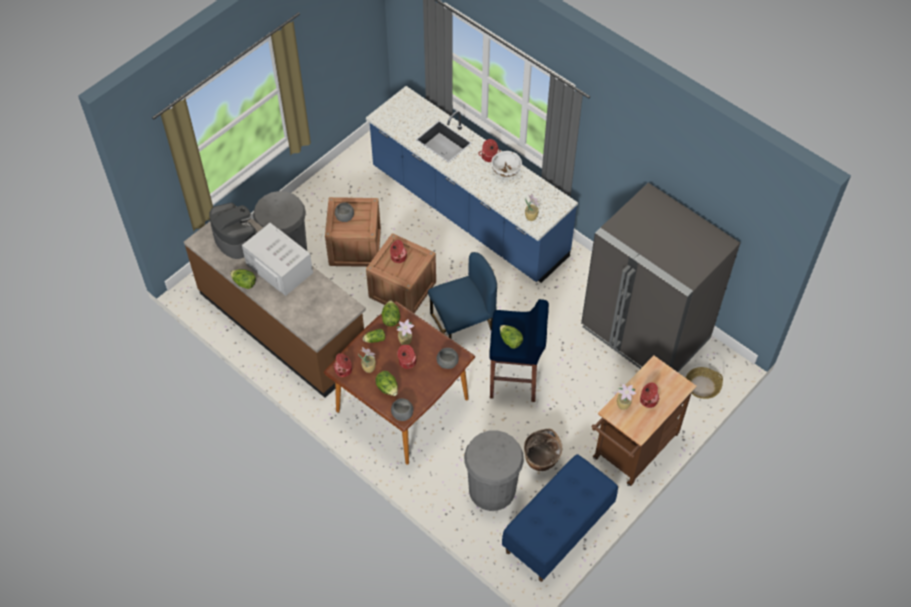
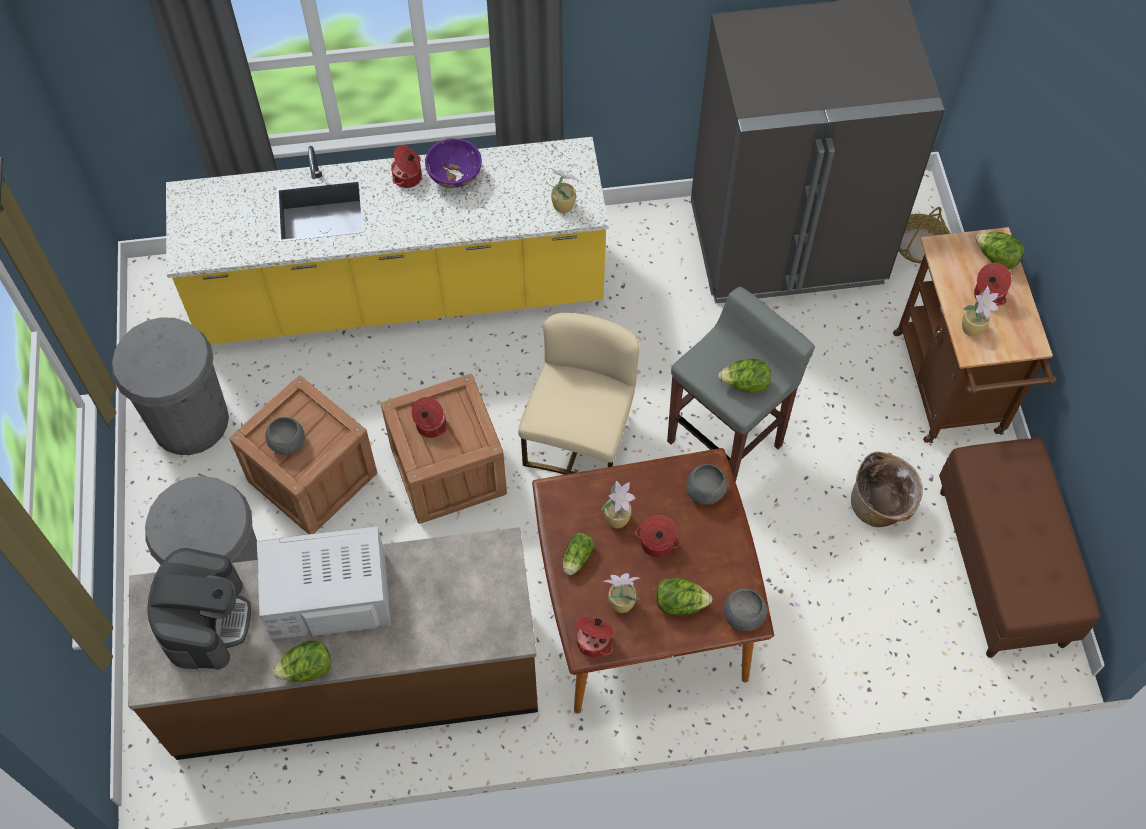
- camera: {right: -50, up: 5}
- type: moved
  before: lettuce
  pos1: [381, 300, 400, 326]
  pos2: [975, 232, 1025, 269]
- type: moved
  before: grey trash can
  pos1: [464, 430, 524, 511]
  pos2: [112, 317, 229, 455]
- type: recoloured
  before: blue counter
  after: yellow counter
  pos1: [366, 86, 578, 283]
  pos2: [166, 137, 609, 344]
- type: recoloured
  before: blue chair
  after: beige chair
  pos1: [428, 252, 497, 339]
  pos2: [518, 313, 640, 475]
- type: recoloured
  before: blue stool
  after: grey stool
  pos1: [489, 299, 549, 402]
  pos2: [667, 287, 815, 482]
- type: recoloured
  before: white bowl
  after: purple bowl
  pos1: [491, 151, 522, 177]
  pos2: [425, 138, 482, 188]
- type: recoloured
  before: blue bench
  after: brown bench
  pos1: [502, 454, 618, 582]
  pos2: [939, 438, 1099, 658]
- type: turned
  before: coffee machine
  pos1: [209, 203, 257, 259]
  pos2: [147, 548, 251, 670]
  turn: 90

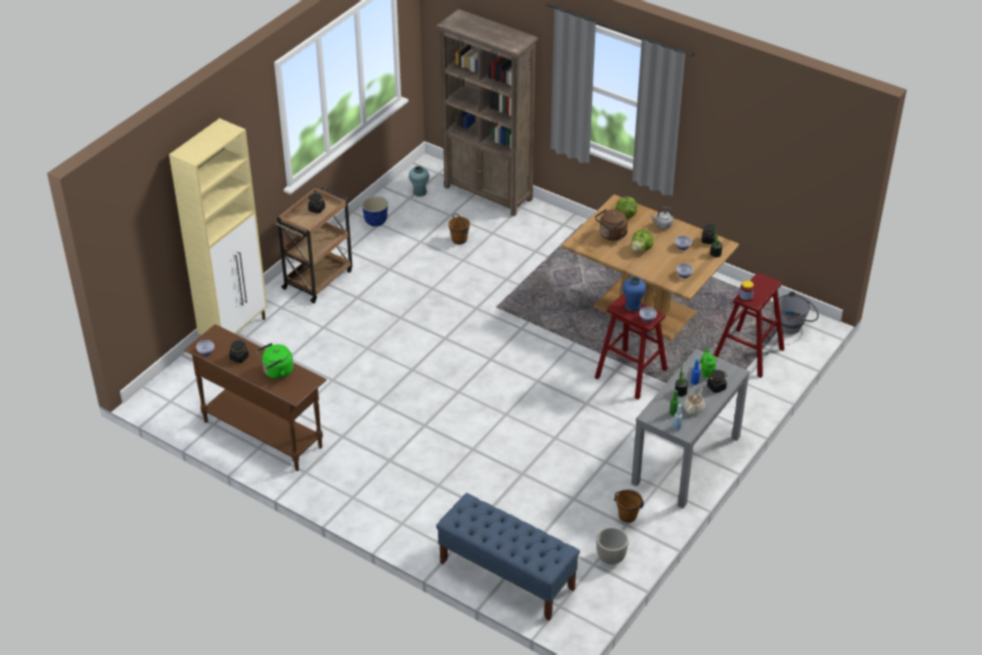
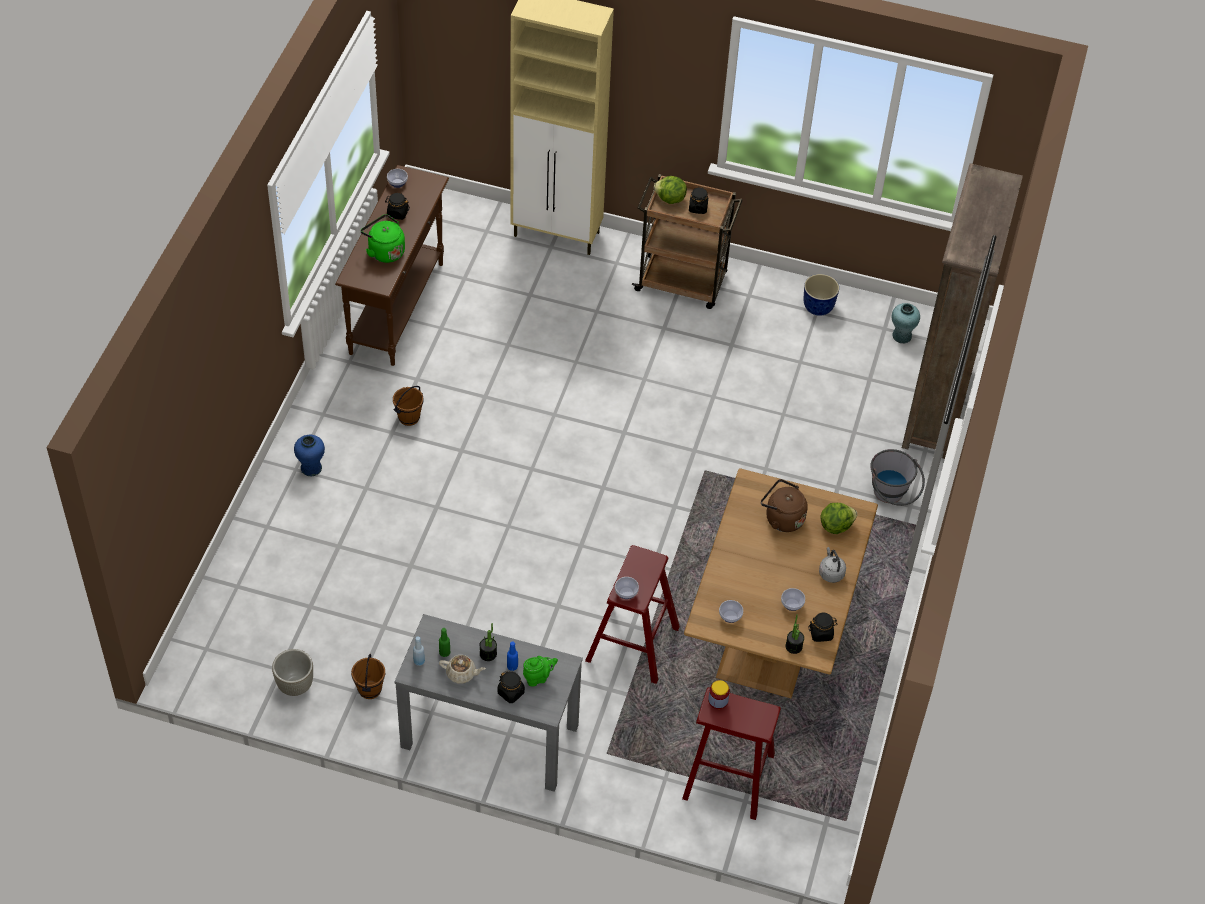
- camera: {right: 70, up: 10}
- type: removed
  before: blue bench
  pos1: [436, 493, 580, 621]
- type: moved
  before: brown bucket
  pos1: [448, 214, 470, 245]
  pos2: [393, 386, 424, 426]
- type: moved
  before: blue vase
  pos1: [622, 276, 646, 312]
  pos2: [294, 435, 325, 476]
- type: moved
  before: lettuce
  pos1: [631, 230, 654, 252]
  pos2: [654, 176, 687, 204]
- type: moved
  before: grey bucket
  pos1: [779, 291, 819, 334]
  pos2: [870, 449, 925, 506]

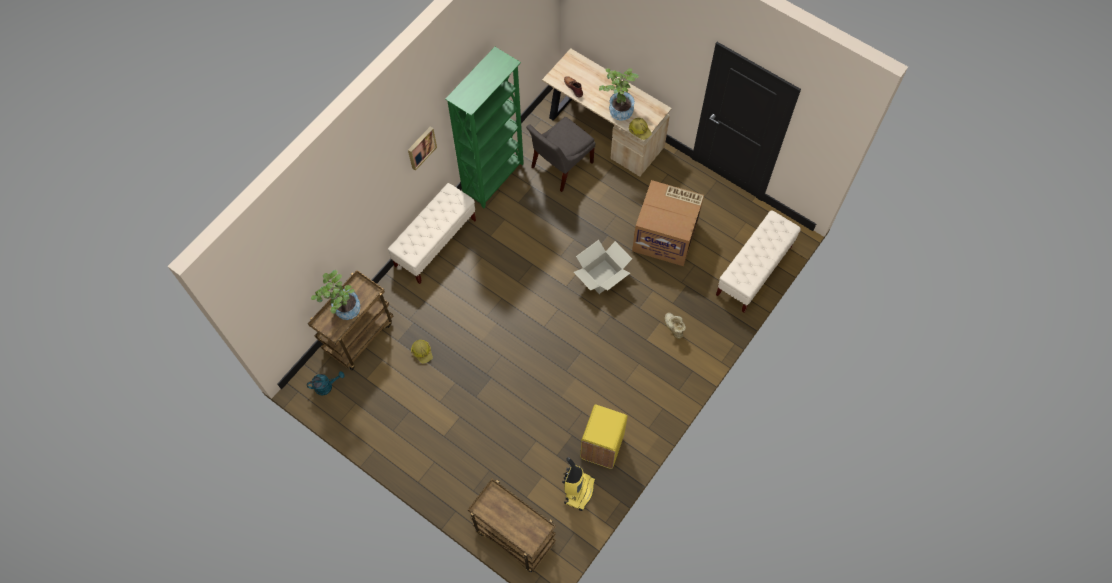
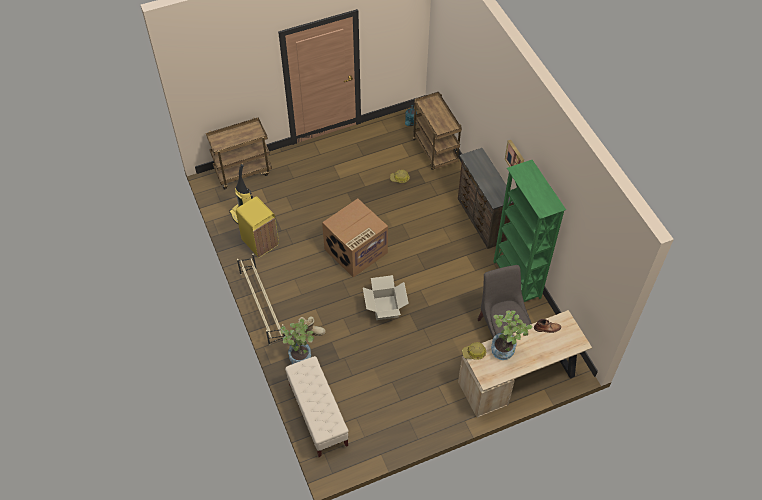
- camera: {right: 120, up: -10}
- type: added
  after: beige shoe rack
  pos2: [237, 254, 285, 345]
- type: moved
  before: potted plant
  pos1: [311, 270, 360, 320]
  pos2: [280, 319, 314, 364]
- type: moved
  before: cardboard box
  pos1: [632, 180, 704, 266]
  pos2: [322, 199, 388, 277]
- type: replaced
  before: beige bench
  after: brown dresser
  pos1: [388, 183, 476, 284]
  pos2: [458, 148, 514, 249]

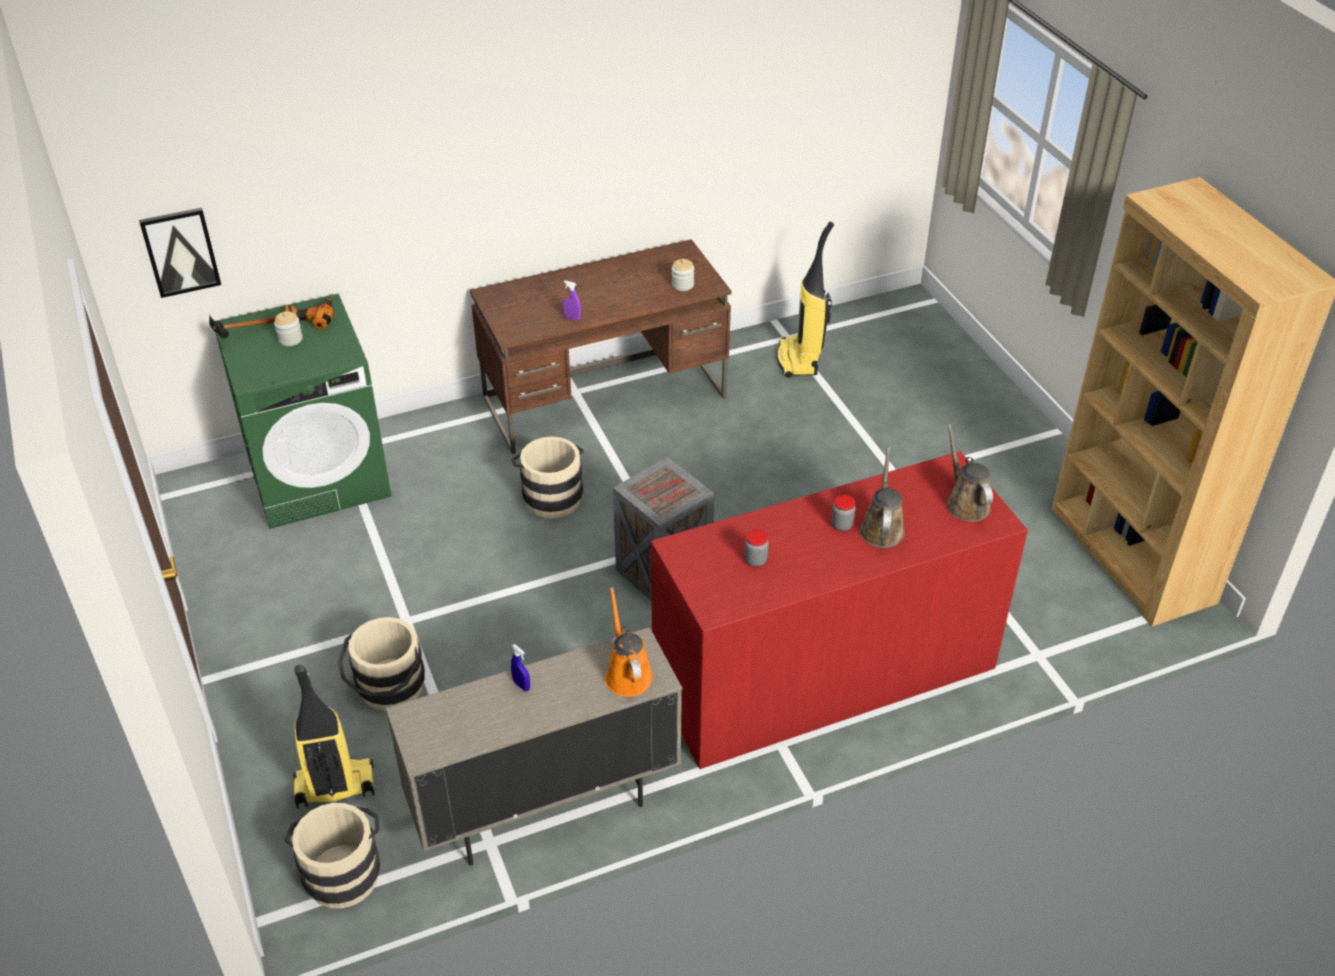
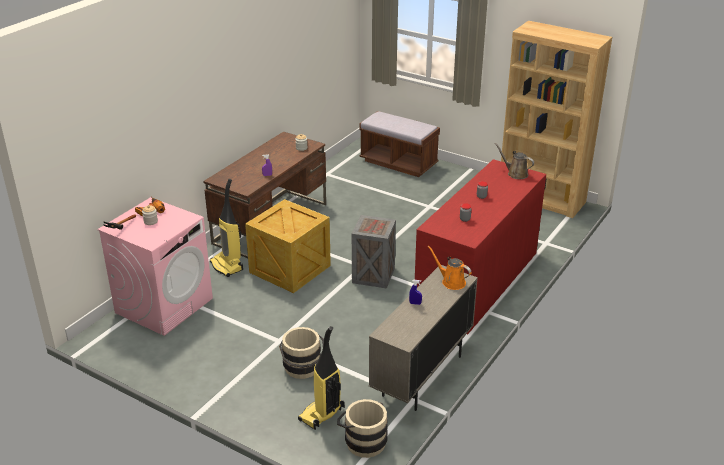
- camera: {right: -35, up: -10}
- type: removed
  before: picture
  pos1: [139, 208, 221, 298]
- type: removed
  before: brown watering can
  pos1: [859, 447, 905, 548]
- type: added
  after: brown bench
  pos2: [360, 111, 440, 177]
- type: moved
  before: vacuum cleaner
  pos1: [777, 222, 834, 378]
  pos2: [210, 179, 243, 277]
- type: replaced
  before: beige bucket
  after: crate
  pos1: [511, 437, 584, 519]
  pos2: [245, 199, 331, 293]
- type: recoloured
  before: green washing machine
  after: pink washing machine
  pos1: [216, 293, 392, 529]
  pos2: [97, 197, 213, 336]

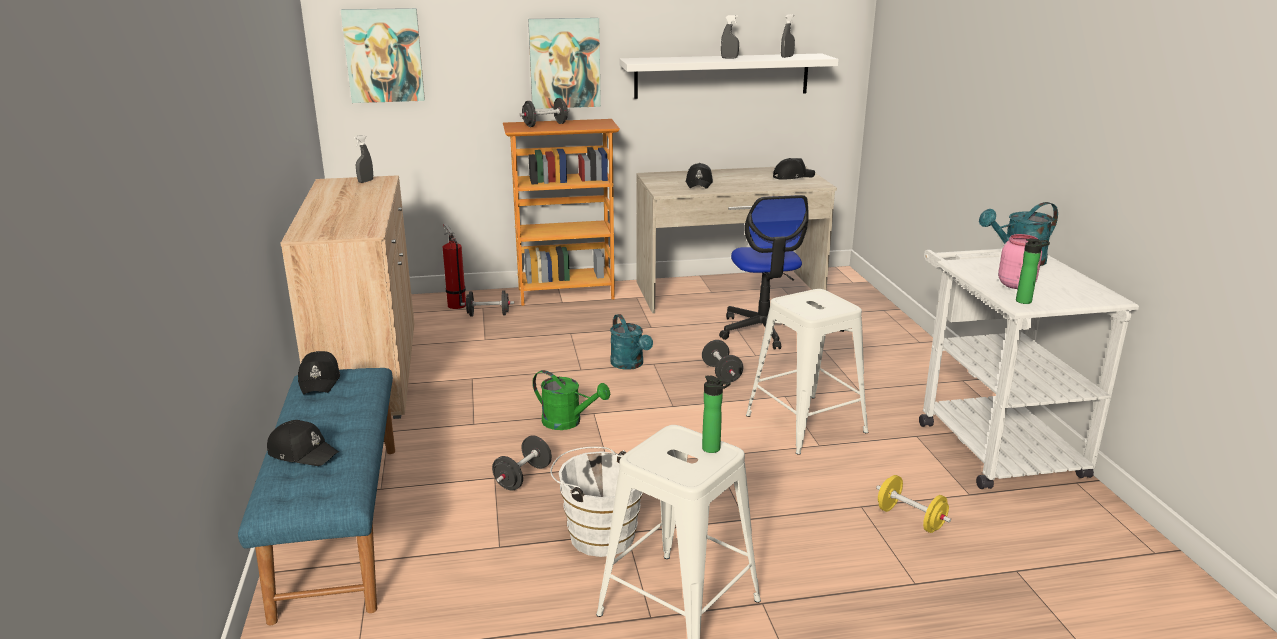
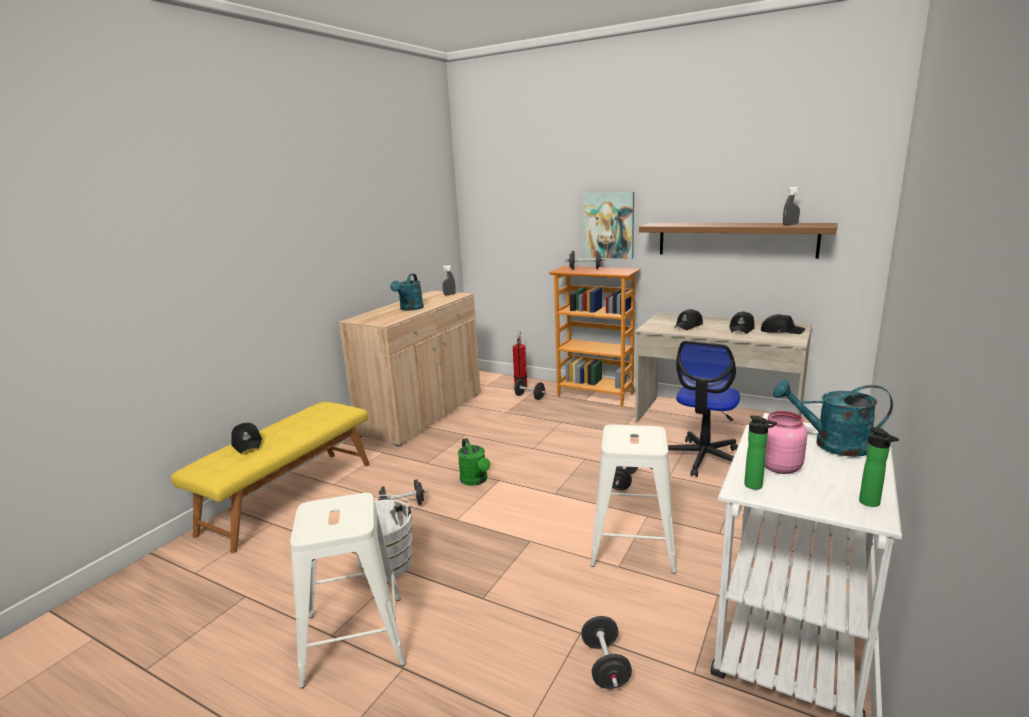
- camera: {right: 40, up: -5}
- type: removed
  before: picture
  pos1: [341, 8, 425, 103]
- type: removed
  before: grey spray bottle
  pos1: [721, 15, 739, 59]
- type: moved
  before: black cap
  pos1: [298, 351, 340, 395]
  pos2: [729, 311, 755, 334]
- type: moved
  before: turquoise watering can
  pos1: [610, 314, 653, 370]
  pos2: [390, 274, 424, 311]
- type: moved
  before: bottle
  pos1: [702, 376, 731, 453]
  pos2: [859, 427, 899, 507]
- type: recoloured
  before: blue bench
  after: yellow bench
  pos1: [238, 368, 395, 625]
  pos2: [171, 402, 370, 553]
- type: recoloured
  before: white shelf
  after: brown shelf
  pos1: [620, 54, 839, 99]
  pos2: [639, 223, 838, 259]
- type: recoloured
  before: yellow dumbbell
  after: black dumbbell
  pos1: [876, 475, 951, 533]
  pos2: [581, 616, 632, 689]

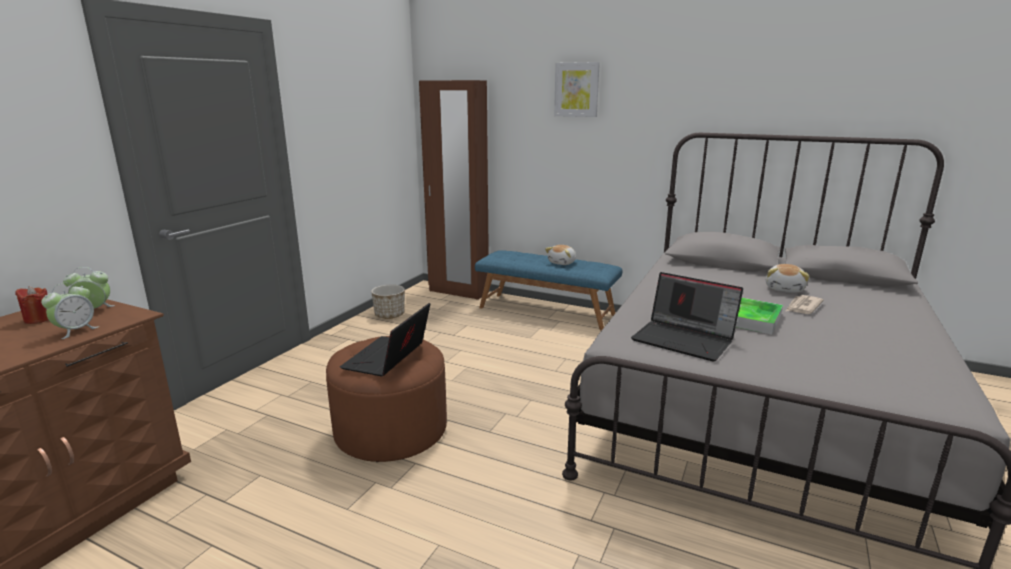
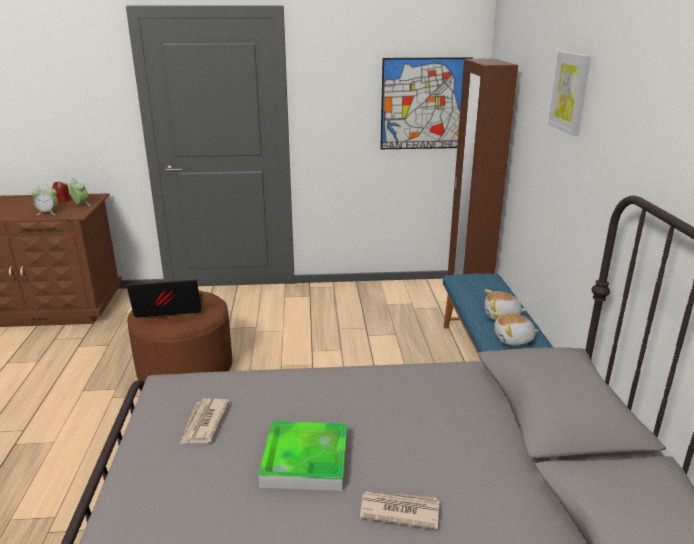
- camera: {right: 60, up: 5}
- type: removed
  before: planter
  pos1: [371, 285, 405, 319]
- type: added
  after: picture
  pos2: [380, 57, 473, 149]
- type: moved
  before: plush toy
  pos1: [766, 264, 810, 293]
  pos2: [492, 312, 539, 345]
- type: replaced
  before: laptop
  after: newspaper
  pos1: [631, 272, 743, 362]
  pos2: [180, 398, 230, 444]

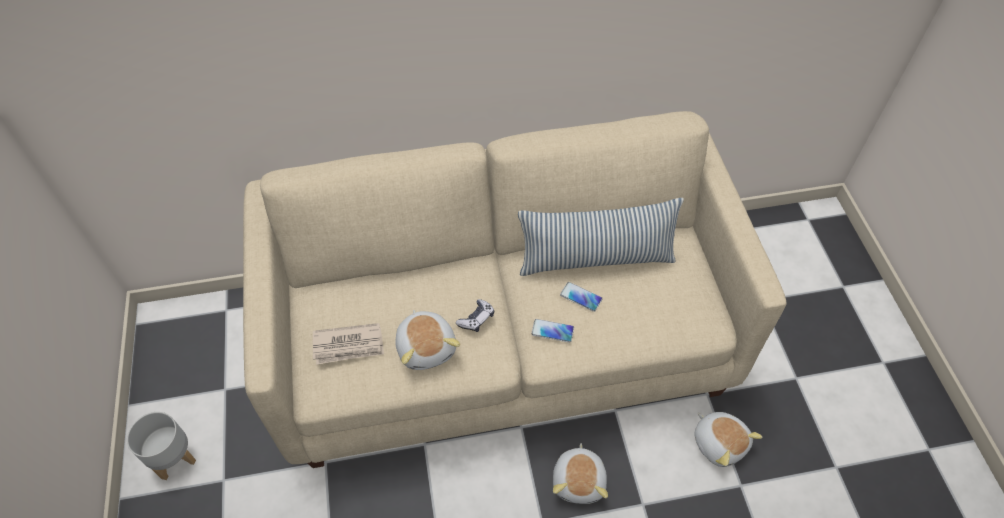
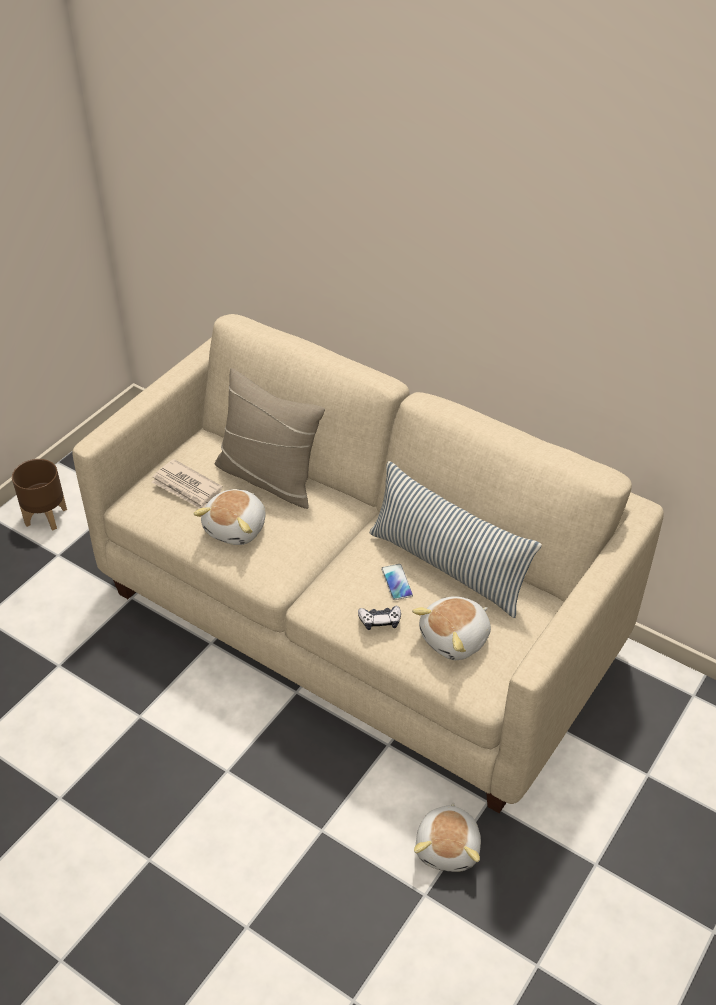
- camera: {right: 45, up: -10}
- type: removed
  before: phone
  pos1: [531, 319, 574, 343]
- type: added
  after: beige pillow
  pos2: [215, 368, 325, 509]
- type: moved
  before: game controller
  pos1: [456, 299, 494, 332]
  pos2: [358, 606, 401, 630]
- type: moved
  before: plush toy
  pos1: [553, 443, 608, 504]
  pos2: [412, 596, 491, 660]
- type: recoloured
  before: grey planter
  after: brown planter
  pos1: [127, 412, 196, 480]
  pos2: [12, 459, 67, 531]

